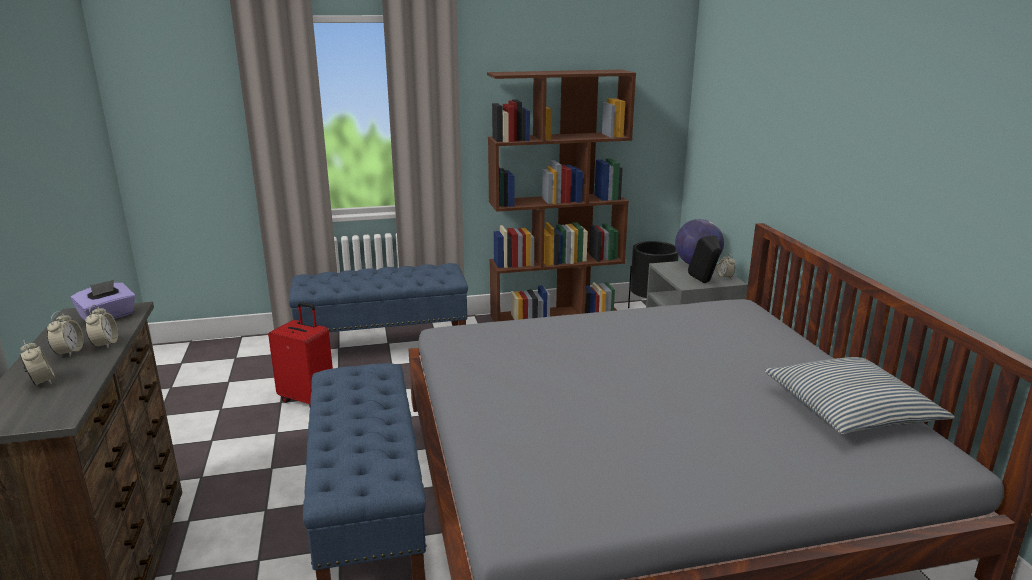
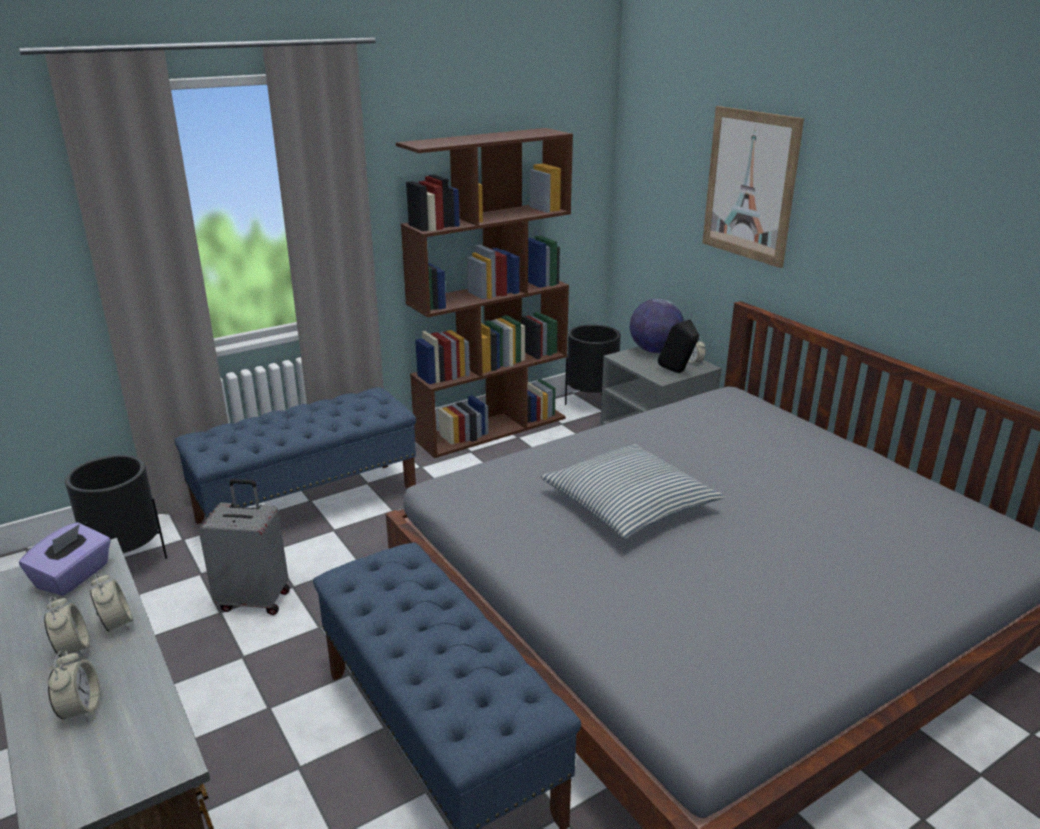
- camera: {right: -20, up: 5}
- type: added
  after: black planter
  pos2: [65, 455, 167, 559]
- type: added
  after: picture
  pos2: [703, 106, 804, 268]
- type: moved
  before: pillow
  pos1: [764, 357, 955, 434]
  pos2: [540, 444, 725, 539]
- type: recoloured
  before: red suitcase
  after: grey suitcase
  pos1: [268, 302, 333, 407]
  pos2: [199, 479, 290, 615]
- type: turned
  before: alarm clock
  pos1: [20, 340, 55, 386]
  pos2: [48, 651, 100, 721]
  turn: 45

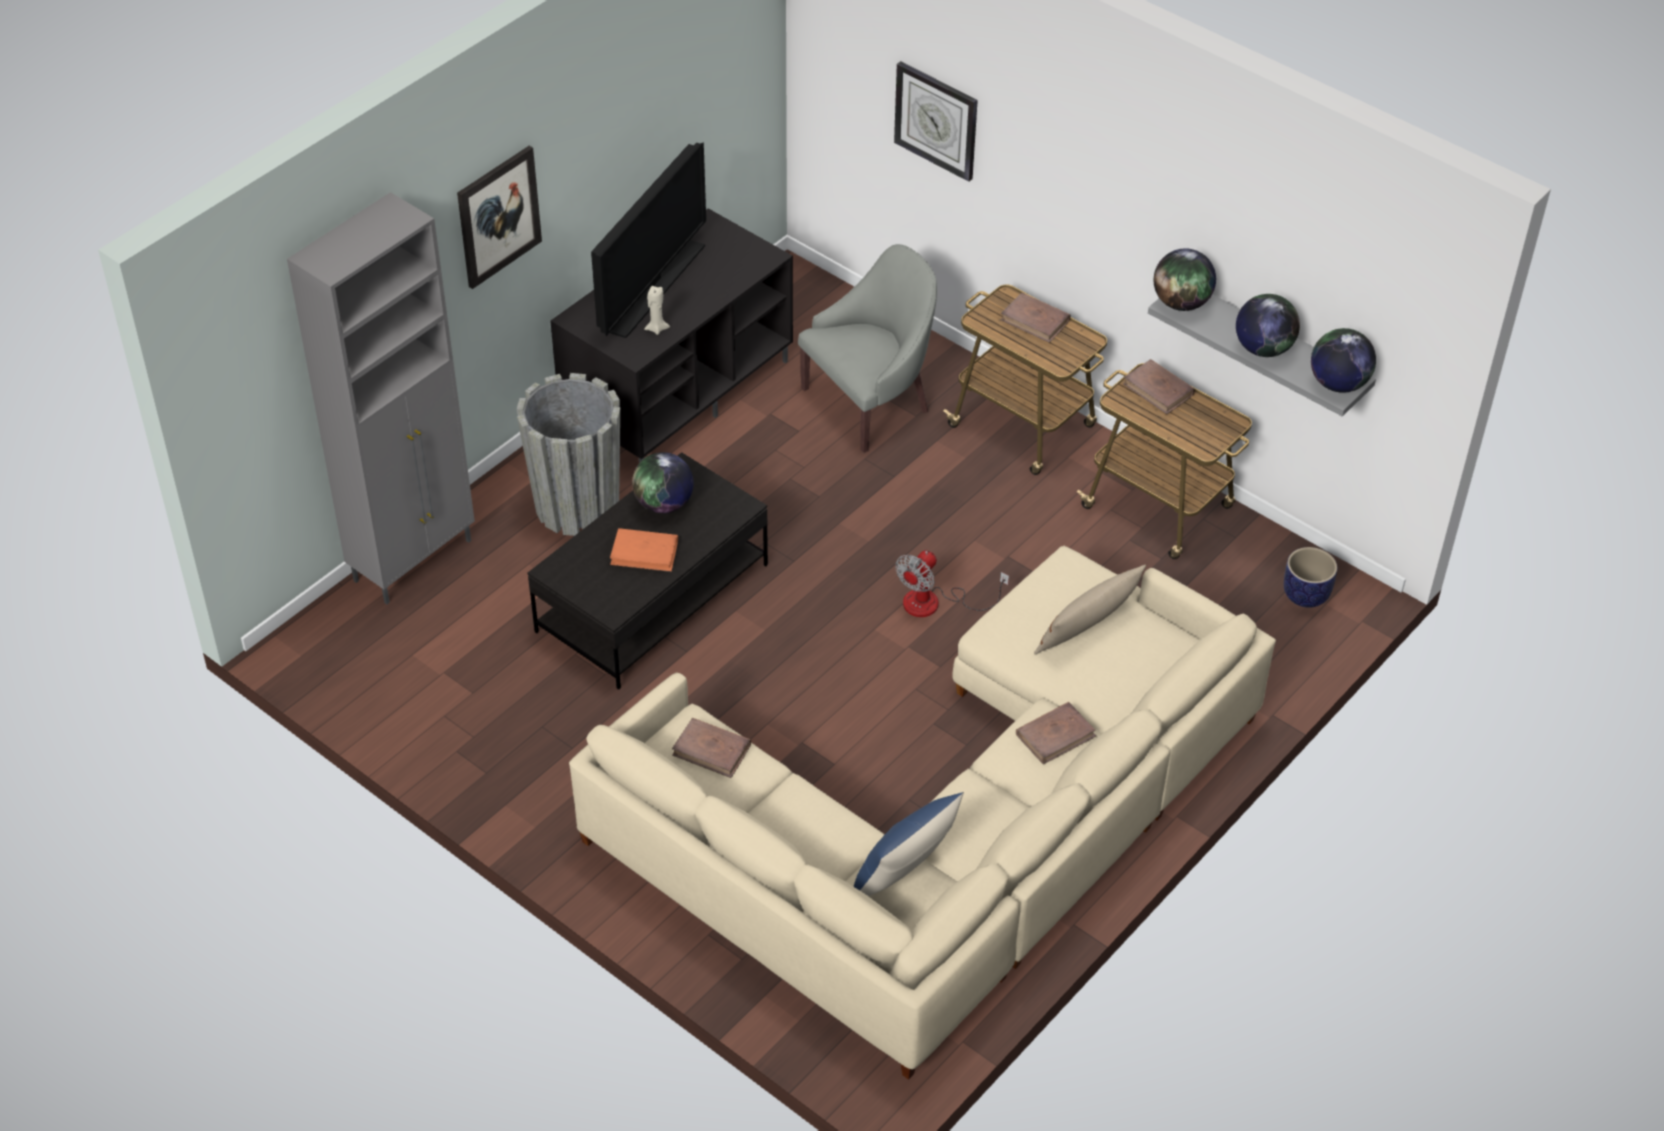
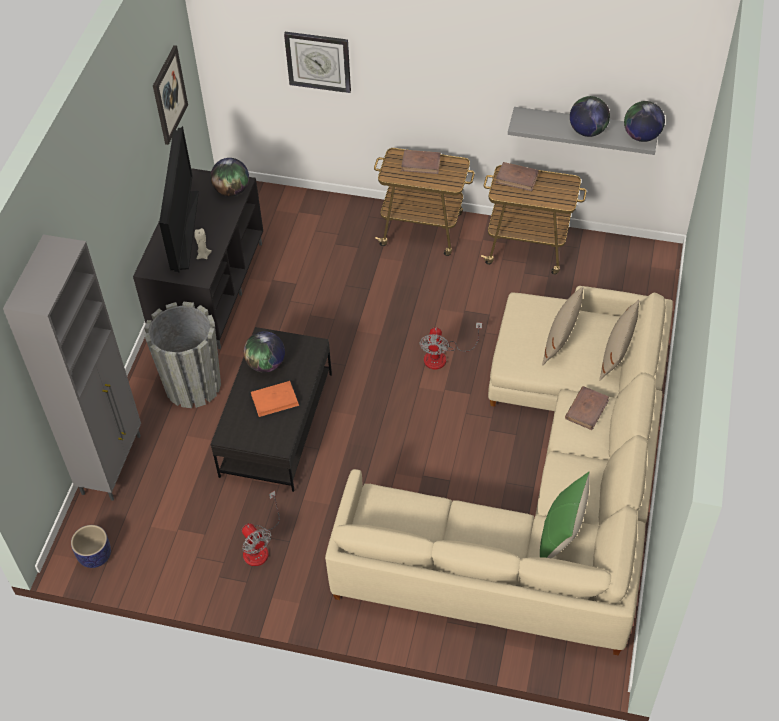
- camera: {right: -25, up: 5}
- type: removed
  before: brown book
  pos1: [672, 718, 751, 778]
- type: removed
  before: grey armchair
  pos1: [798, 244, 937, 453]
- type: added
  after: fan
  pos2: [242, 491, 280, 566]
- type: added
  after: beige pillow
  pos2: [599, 300, 639, 381]
- type: moved
  before: picture
  pos1: [457, 146, 542, 289]
  pos2: [153, 45, 188, 145]
- type: moved
  before: globe
  pos1: [1154, 248, 1216, 311]
  pos2: [210, 158, 249, 197]
- type: moved
  before: planter
  pos1: [1284, 547, 1337, 608]
  pos2: [71, 525, 111, 568]
- type: recoloured
  before: blue pillow
  after: green pillow
  pos1: [854, 792, 964, 896]
  pos2: [540, 472, 589, 558]

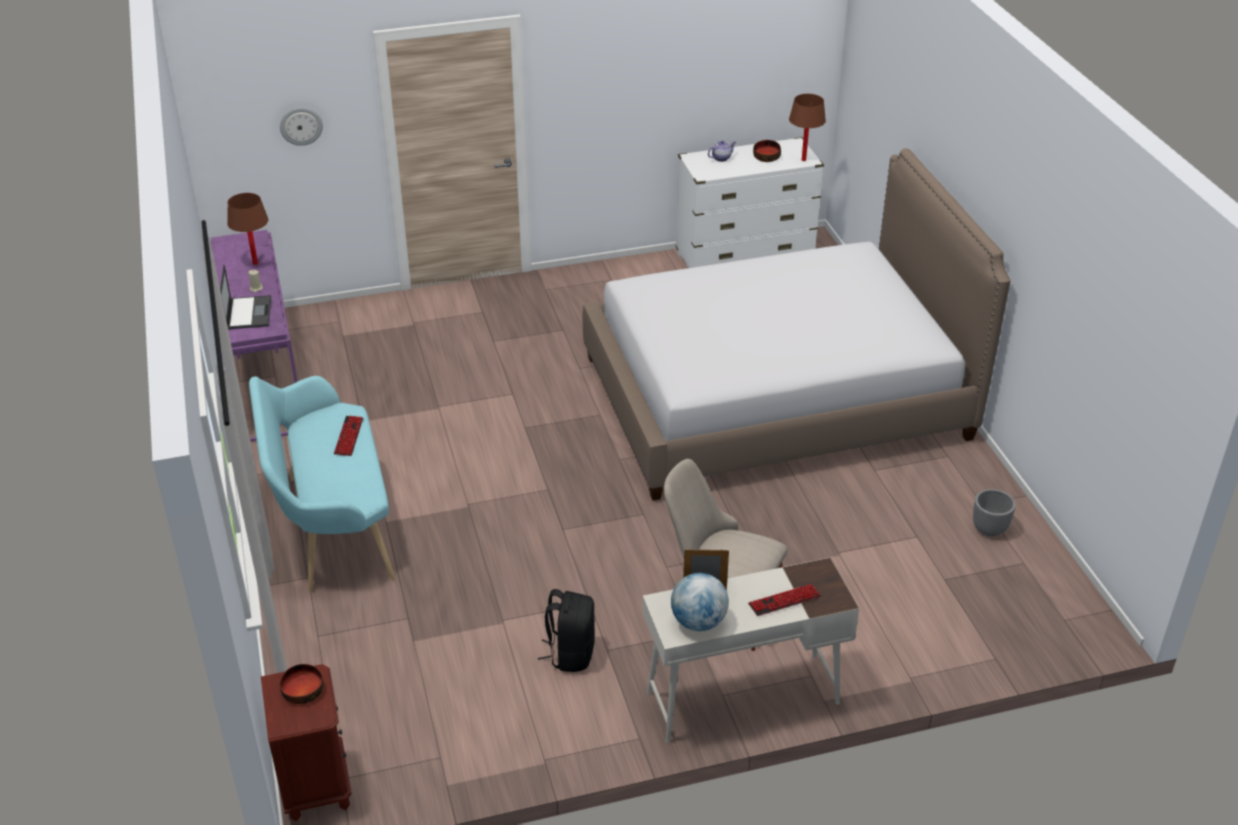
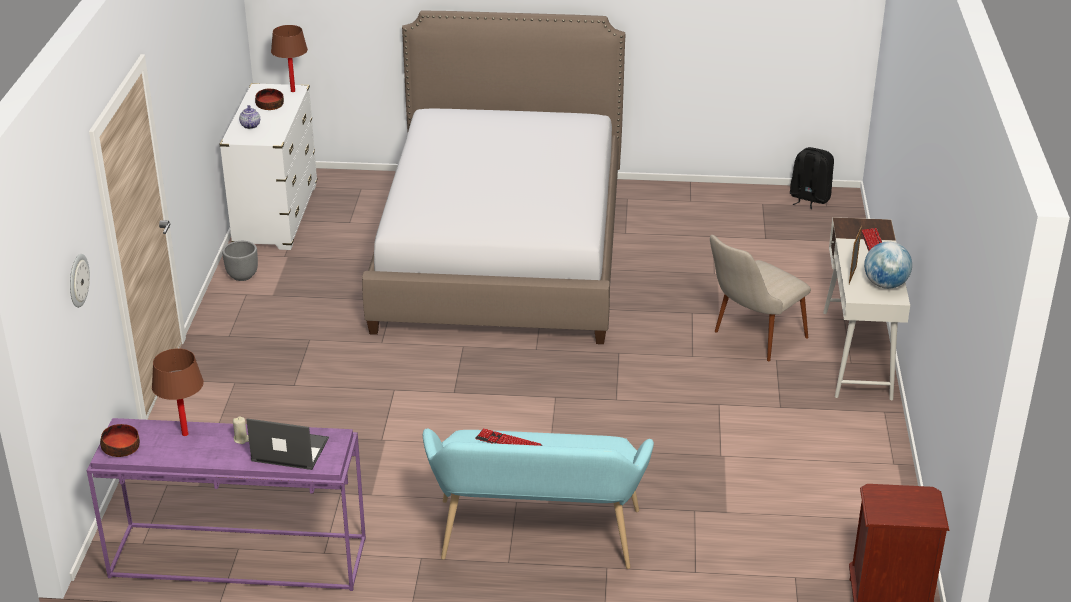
- camera: {right: -70, up: -5}
- type: moved
  before: bowl
  pos1: [280, 664, 324, 705]
  pos2: [100, 424, 140, 457]
- type: moved
  before: black backpack
  pos1: [538, 589, 595, 672]
  pos2: [790, 147, 834, 209]
- type: moved
  before: grey planter
  pos1: [973, 489, 1016, 536]
  pos2: [222, 241, 258, 281]

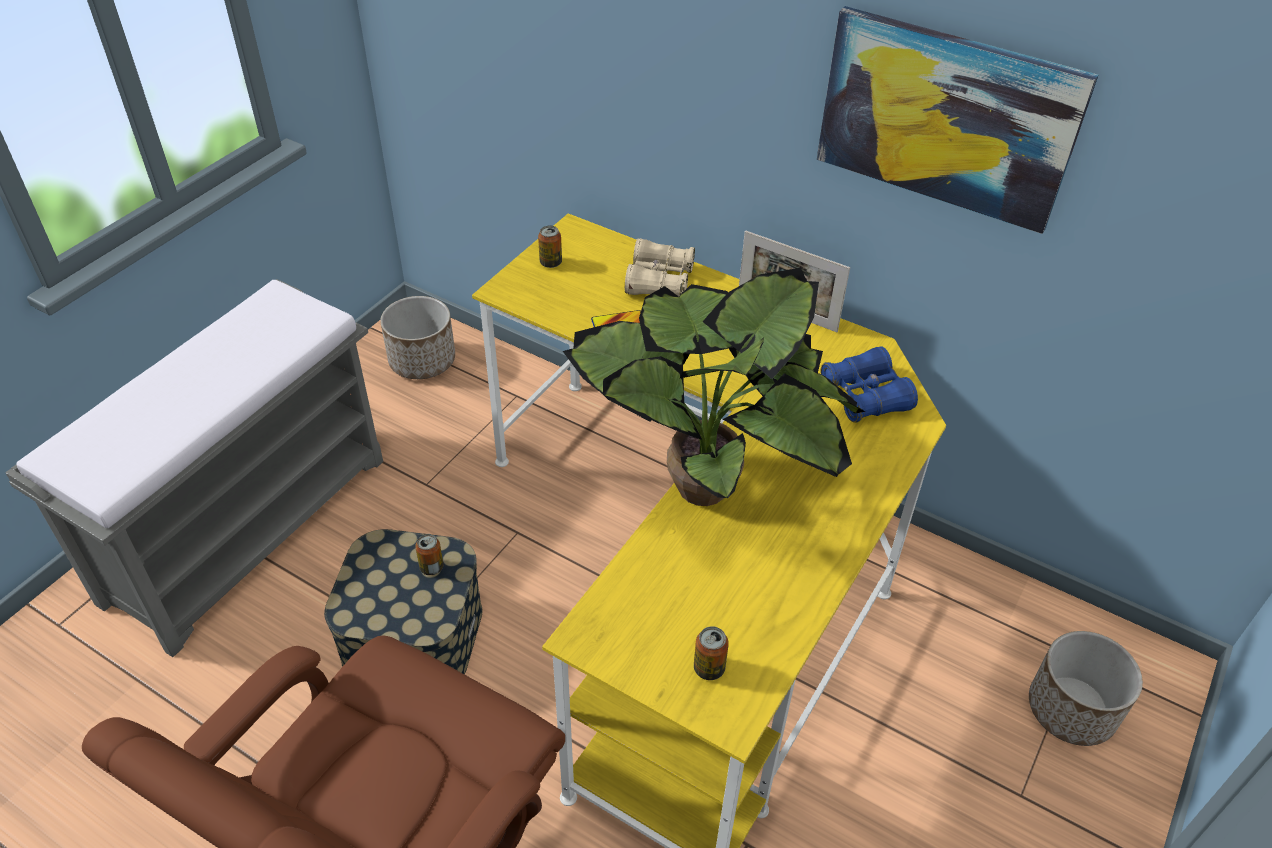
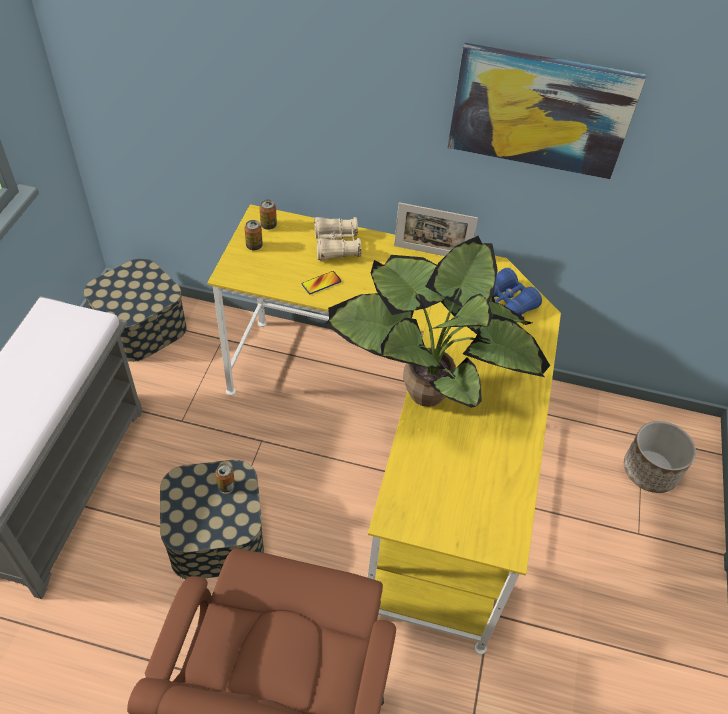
- camera: {right: -20, up: 5}
- type: moved
  before: can
  pos1: [694, 626, 729, 680]
  pos2: [259, 200, 277, 230]
- type: replaced
  before: planter
  after: storage box
  pos1: [380, 296, 455, 379]
  pos2: [84, 258, 187, 362]

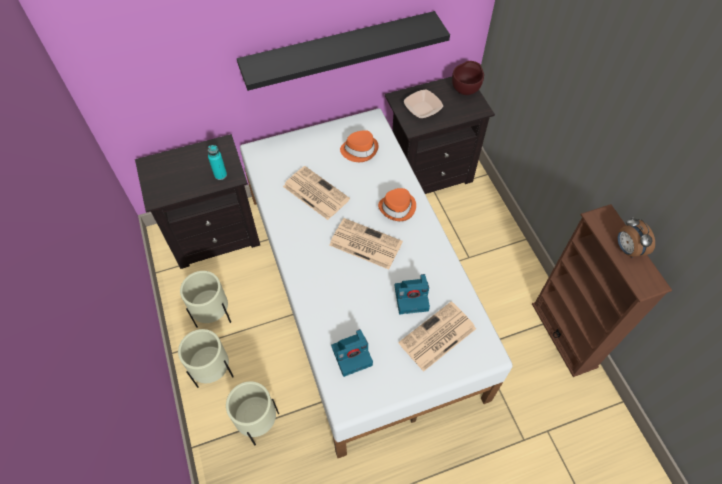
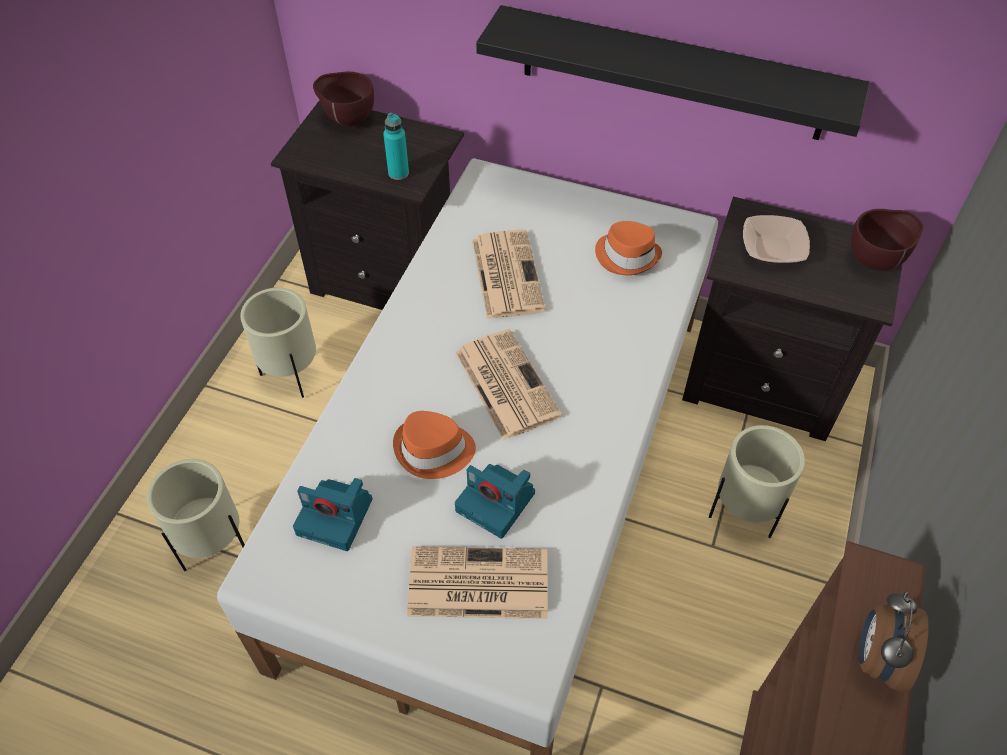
- camera: {right: 40, up: -5}
- type: added
  after: brown bowl
  pos2: [313, 72, 374, 127]
- type: moved
  before: beige planter
  pos1: [178, 329, 234, 388]
  pos2: [709, 425, 805, 538]
- type: moved
  before: orange hat
  pos1: [378, 188, 416, 221]
  pos2: [393, 411, 476, 479]

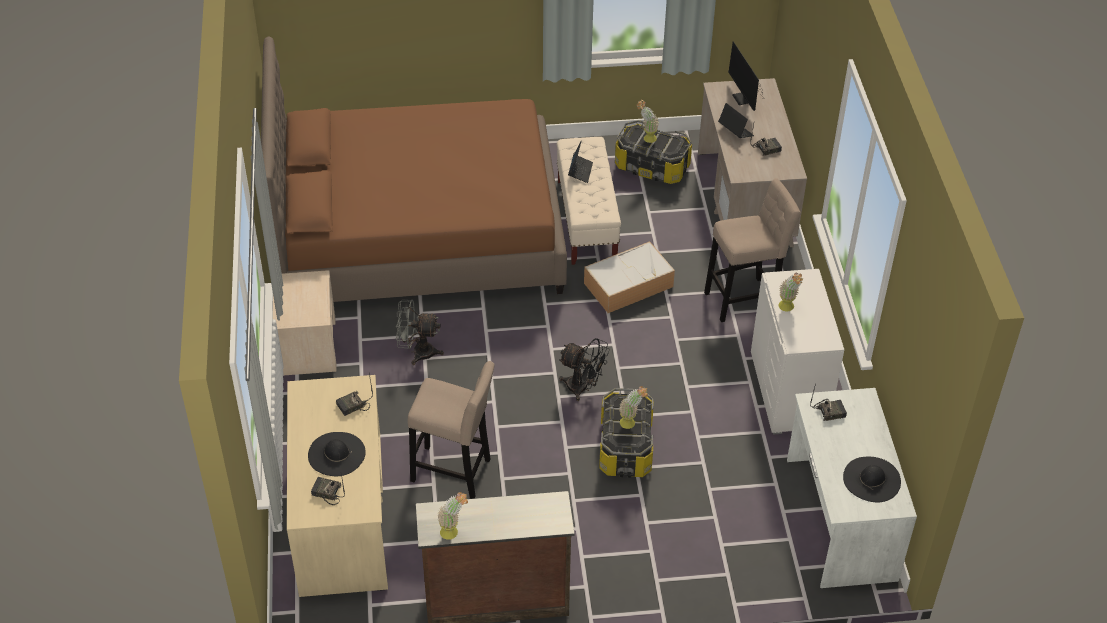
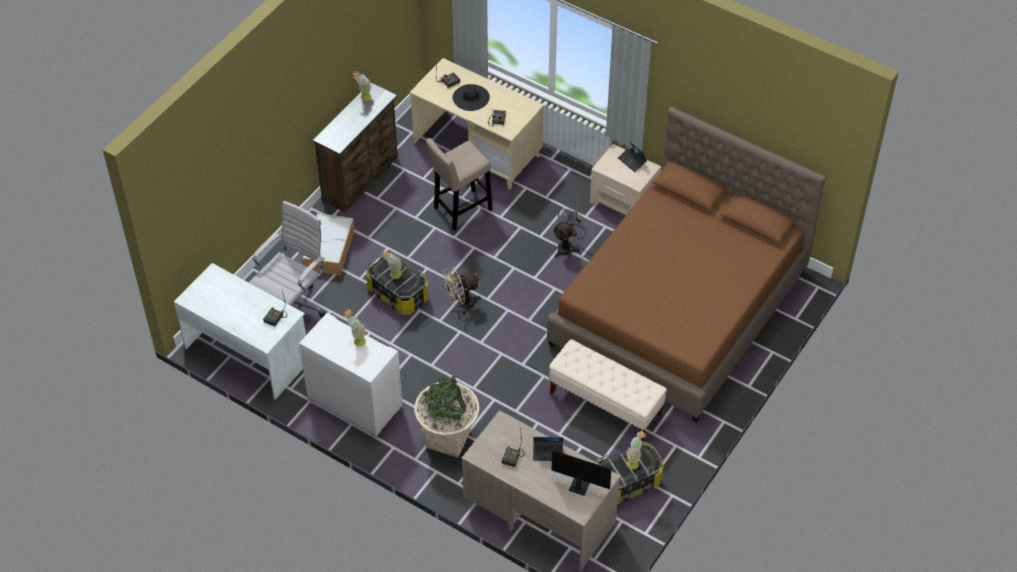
- camera: {right: 130, up: 5}
- type: removed
  before: black hat
  pos1: [843, 457, 901, 502]
- type: added
  after: white office chair
  pos2: [249, 201, 325, 317]
- type: moved
  before: laptop
  pos1: [568, 140, 593, 183]
  pos2: [618, 142, 647, 172]
- type: moved
  before: storage box
  pos1: [584, 241, 675, 313]
  pos2: [302, 213, 355, 275]
- type: replaced
  before: beige stool
  after: beige planter
  pos1: [704, 178, 801, 322]
  pos2: [415, 376, 479, 457]
- type: recoloured
  before: black fan
  after: beige fan
  pos1: [559, 338, 610, 401]
  pos2: [443, 267, 481, 314]

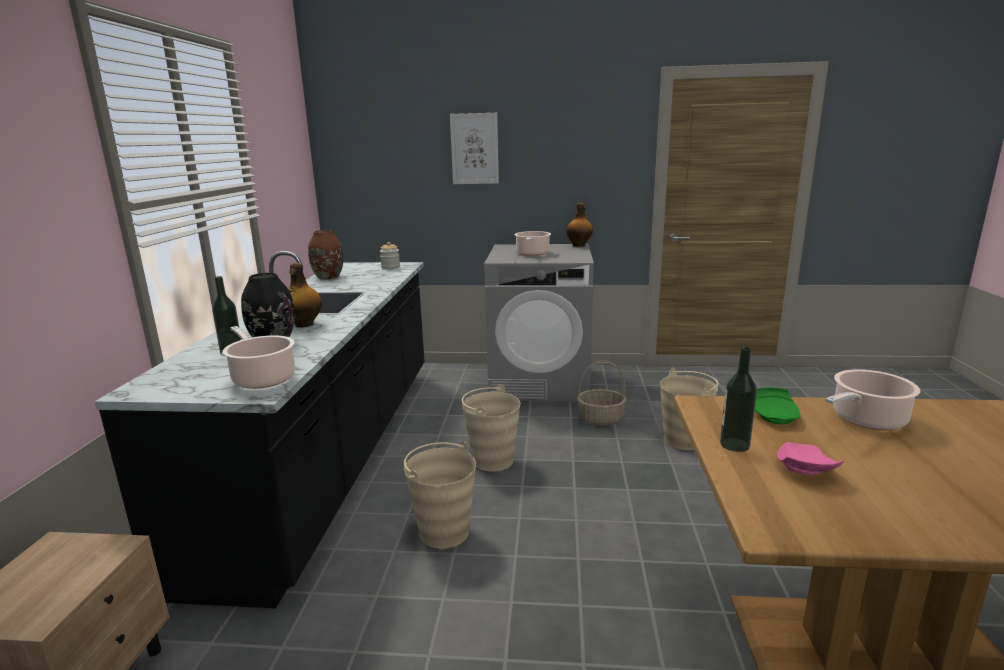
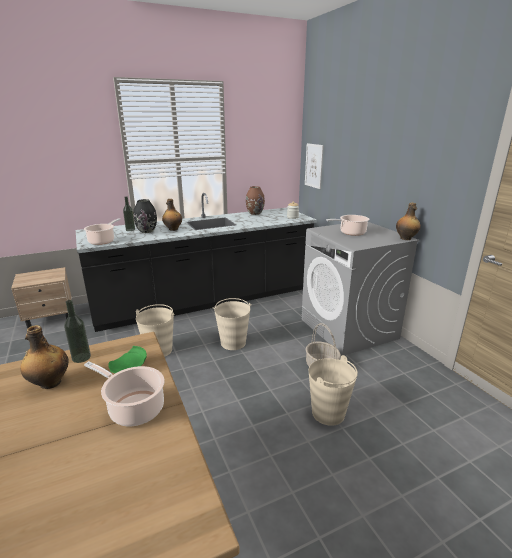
- camera: {right: 60, up: 5}
- type: moved
  before: picture
  pos1: [450, 113, 499, 184]
  pos2: [305, 143, 324, 189]
- type: replaced
  before: pink plate
  after: bottle
  pos1: [777, 442, 844, 475]
  pos2: [20, 325, 69, 389]

